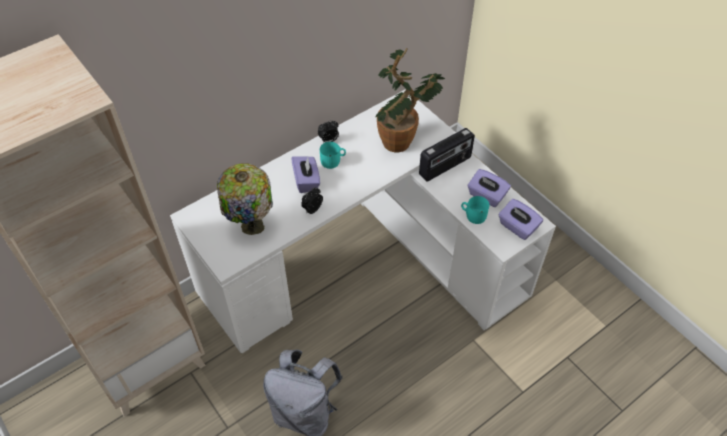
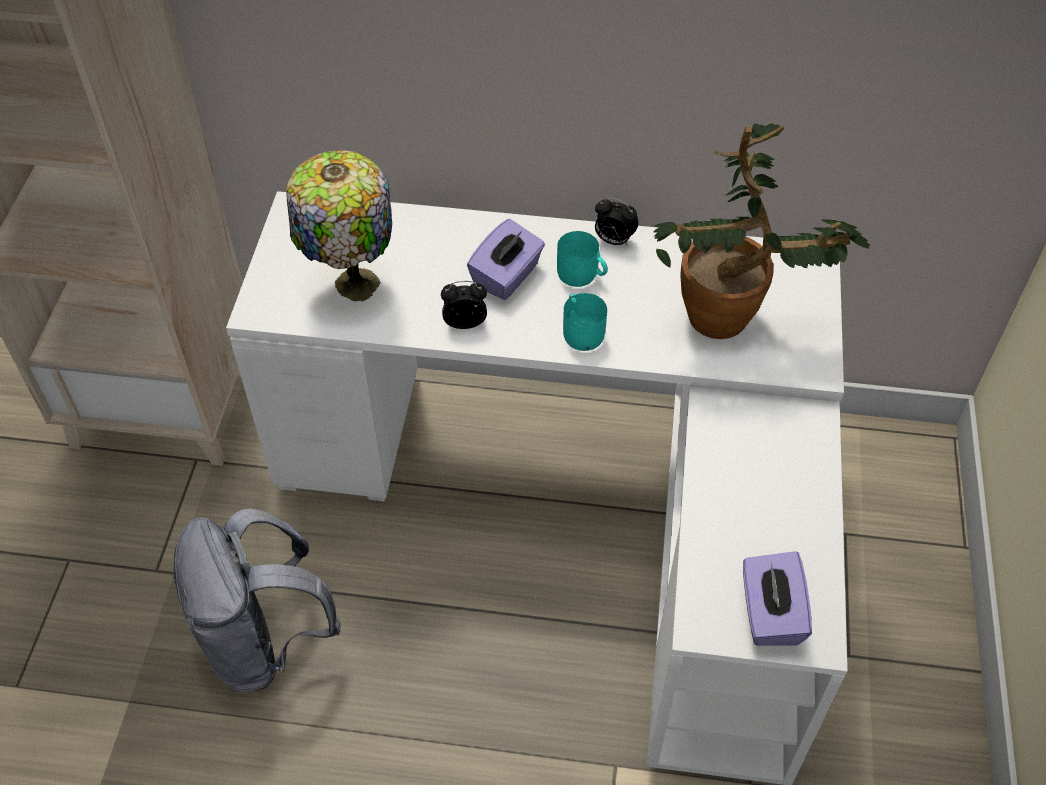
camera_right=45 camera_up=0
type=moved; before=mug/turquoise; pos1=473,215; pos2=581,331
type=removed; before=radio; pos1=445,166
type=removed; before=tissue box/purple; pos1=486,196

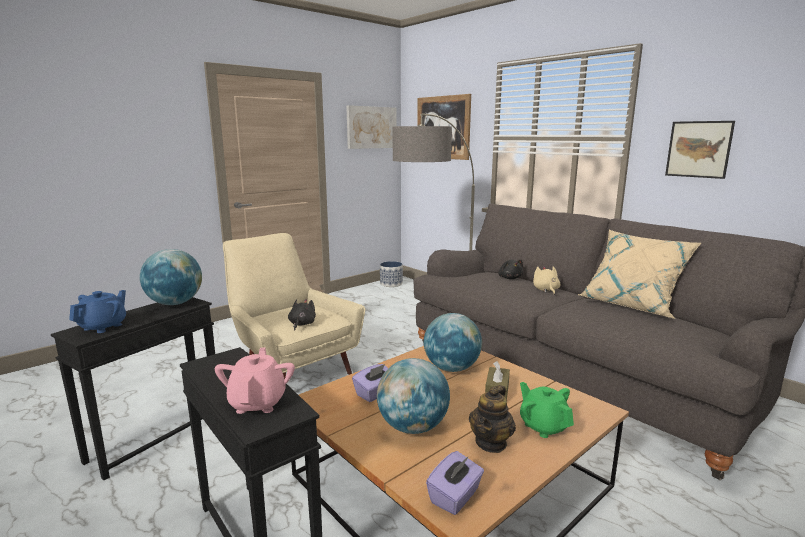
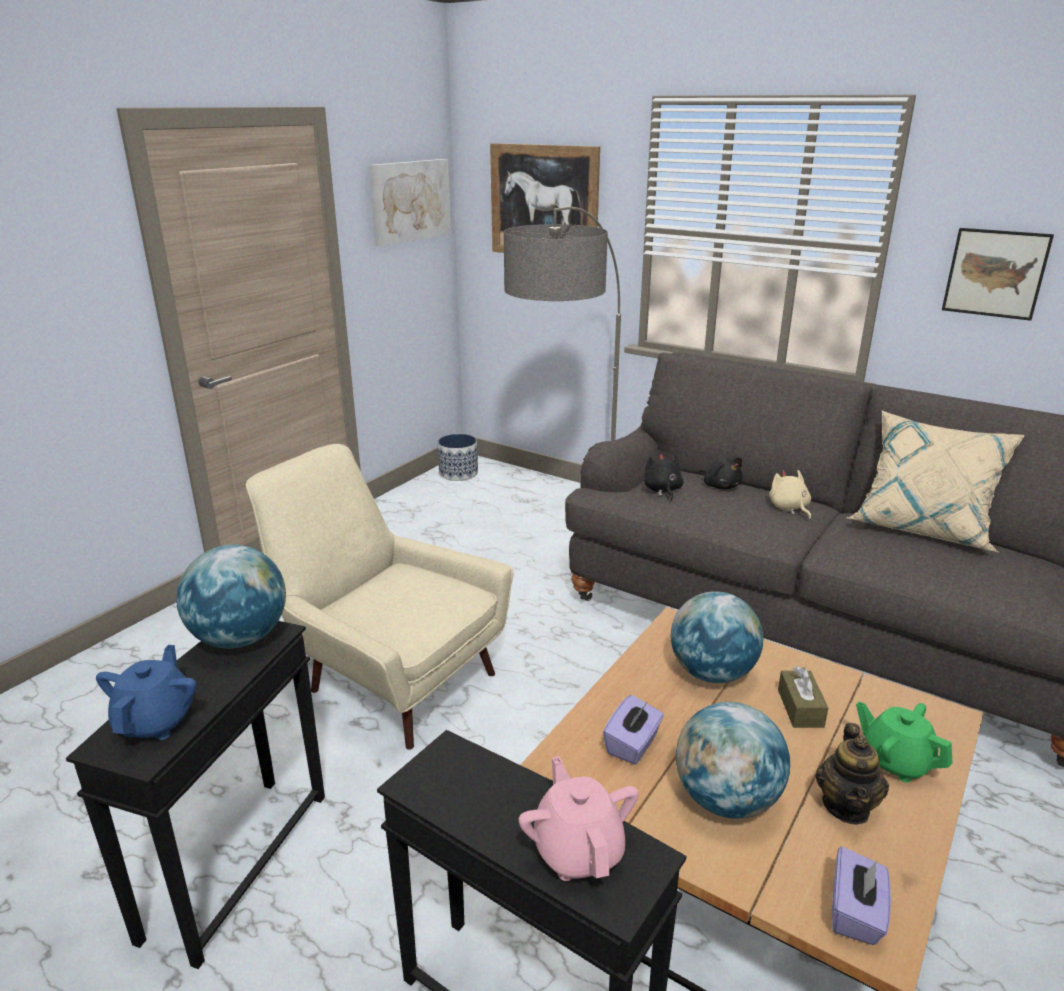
camera_right=-15 camera_up=10
type=moved; before=plush toy/black; pos1=301,324; pos2=662,490

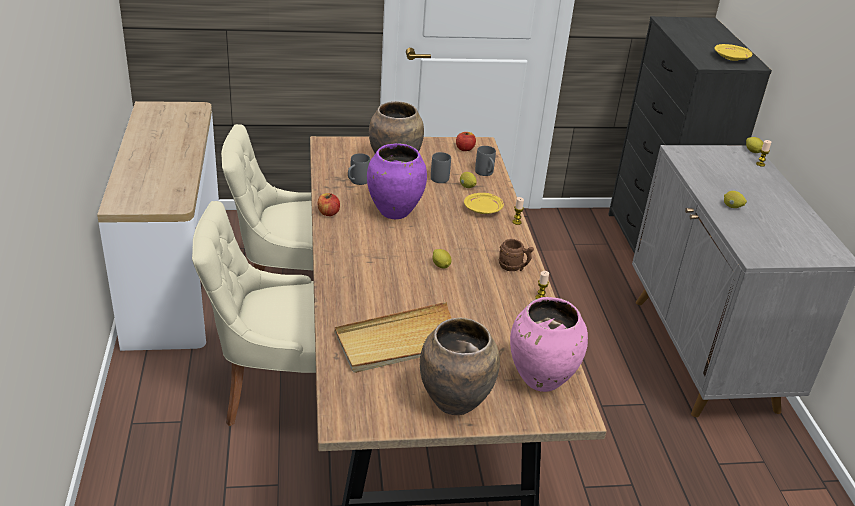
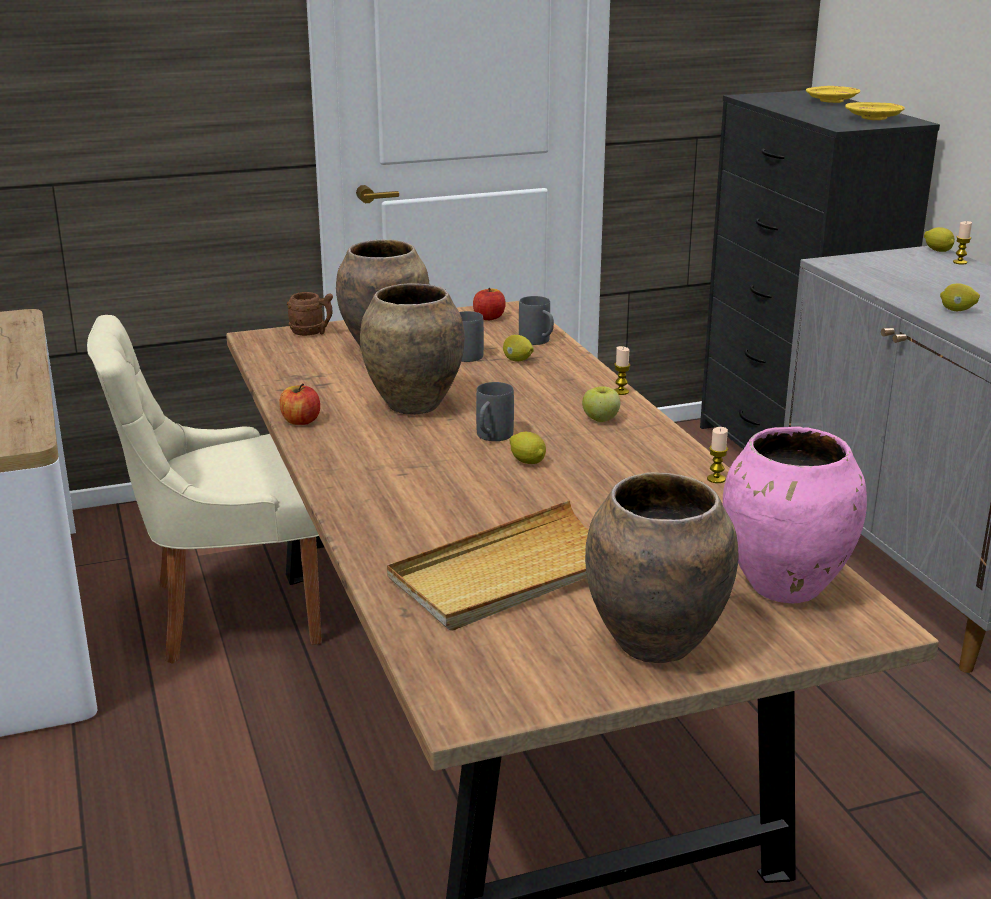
camera_right=-10 camera_up=-10
type=moved; before=mug/brown; pos1=514,268; pos2=312,333
type=recoloured; before=vase/purple; after=vase/brown; pos1=394,212; pos2=412,405
type=moved; before=mug/grey; pos1=356,182; pos2=491,437
type=added; after=apple; pos2=600,419
type=moved; before=plate/yellow; pos1=483,209; pos2=832,101
type=removed; before=chair/beige; pos1=275,390

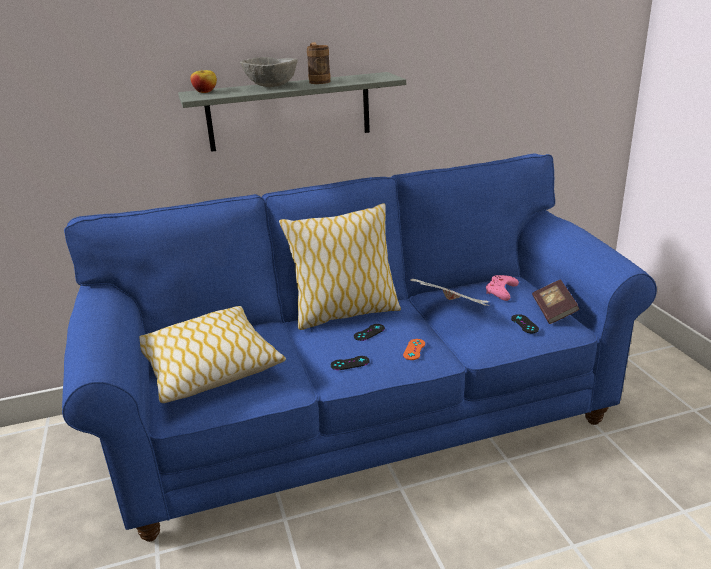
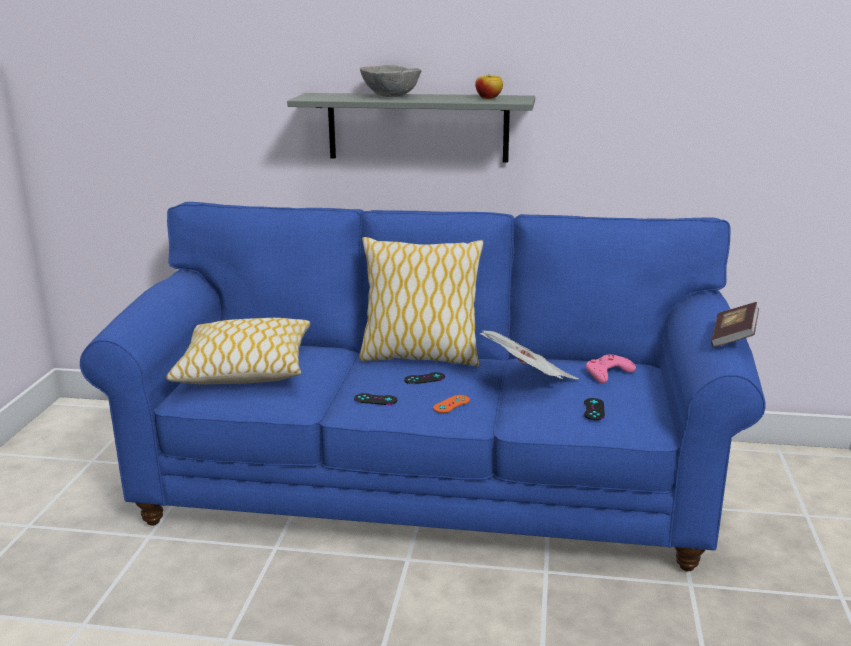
camera_right=25 camera_up=-5
type=moved; before=apple; pos1=205,91; pos2=488,98
type=moved; before=book; pos1=553,311; pos2=733,338
type=removed; before=mug/brown; pos1=318,81

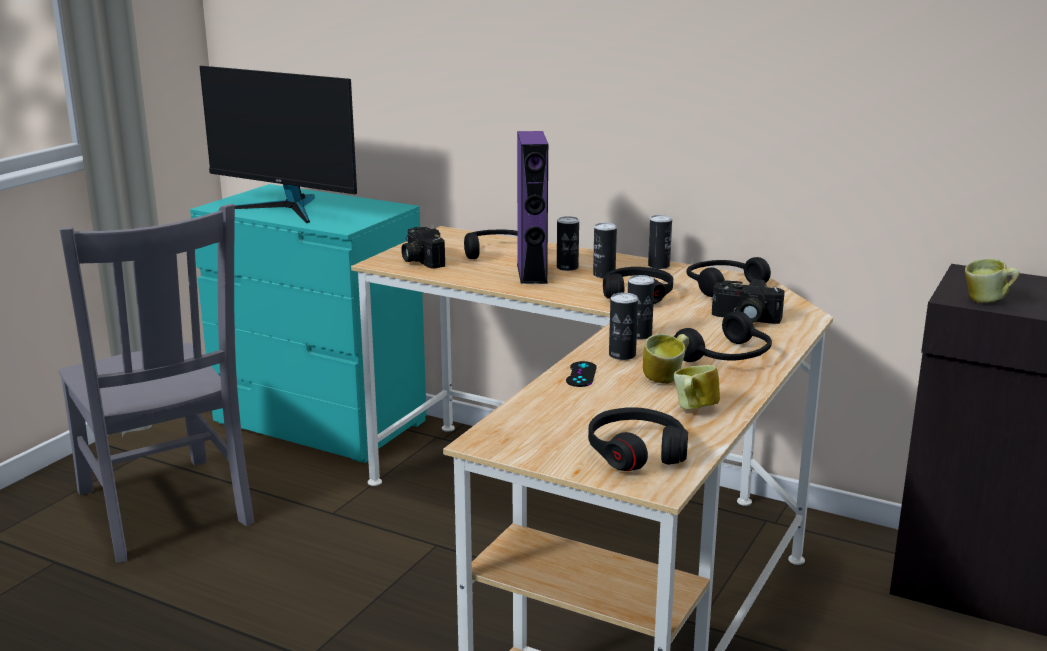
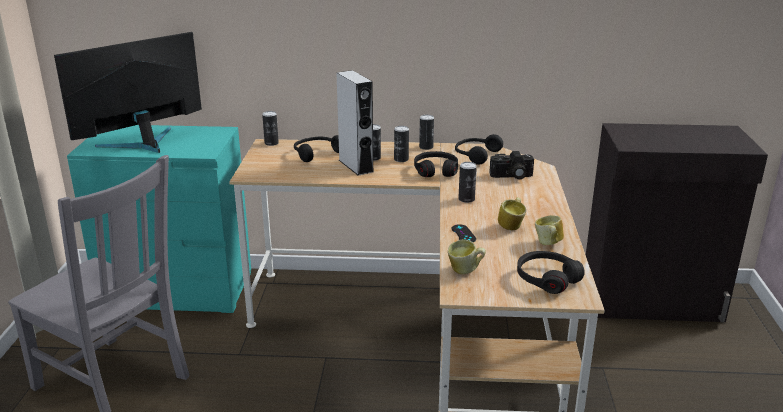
camera_right=-25 camera_up=5
type=turned; before=monitor; pos1=286,208; pos2=143,143; turn=135
type=moved; before=can; pos1=622,355; pos2=271,143
type=recoloured; before=speaker/purple; after=speaker/grey; pos1=532,273; pos2=356,166
type=moved; before=mug; pos1=987,301; pos2=465,271
type=removed; before=photo camera; pos1=420,260
type=removed; before=headphones/black; pos1=728,357

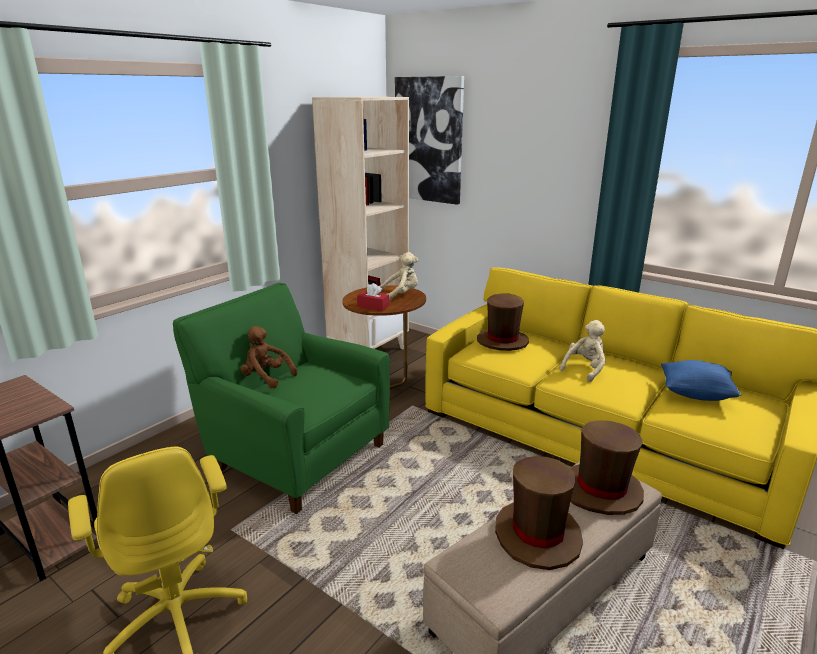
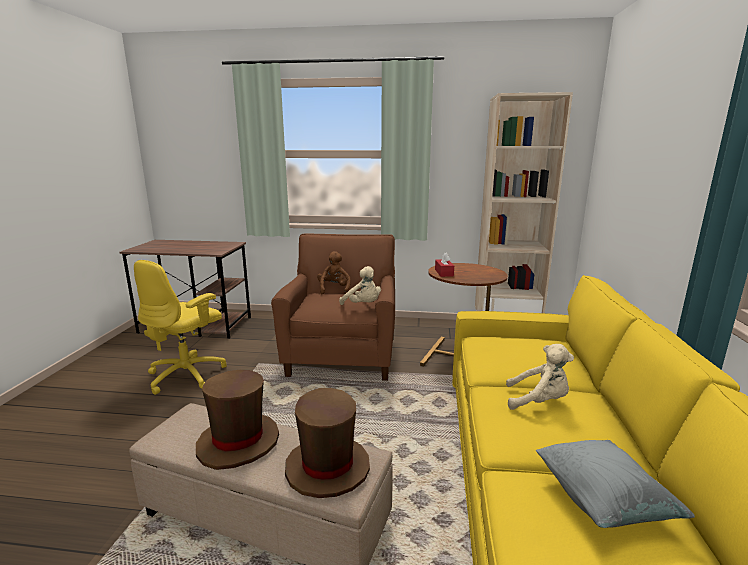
camera_right=60 camera_up=-5
type=recoloured; before=armchair/green; after=armchair/brown; pos1=294,454; pos2=342,355
type=moved; before=plush toy/beige; pos1=401,295; pos2=363,305
type=recoloured; before=pillow/blue; after=pillow/grey; pos1=696,394; pos2=602,502
type=removed; before=picture; pos1=429,140
type=removed; before=hat/brown; pos1=502,341

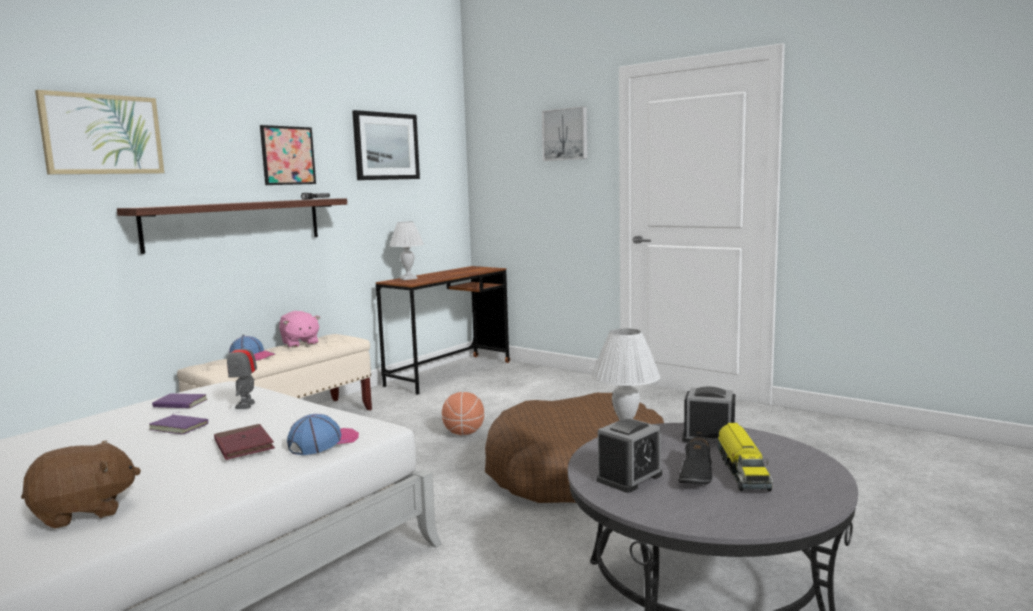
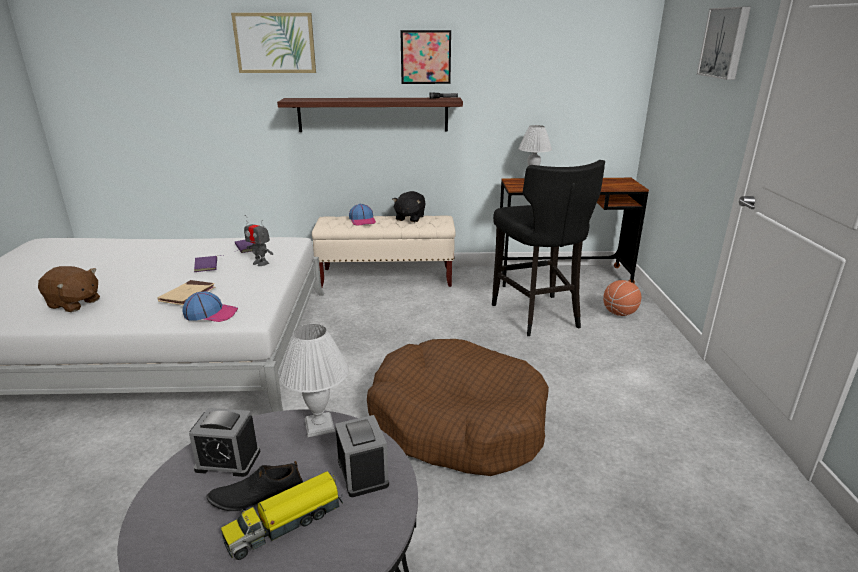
camera_right=50 camera_up=15
type=recoloured; before=book/red; after=book/beige; pos1=244,445; pos2=187,295
type=turned; before=toy robot; pos1=246,405; pos2=260,263; turn=-105
type=recoloured; before=plush toy/pink; after=plush toy/black; pos1=299,343; pos2=409,218
type=added; after=stool/black; pos2=537,315
type=moved; before=basketball; pos1=464,433; pos2=619,313
type=removed; before=picture; pos1=386,146

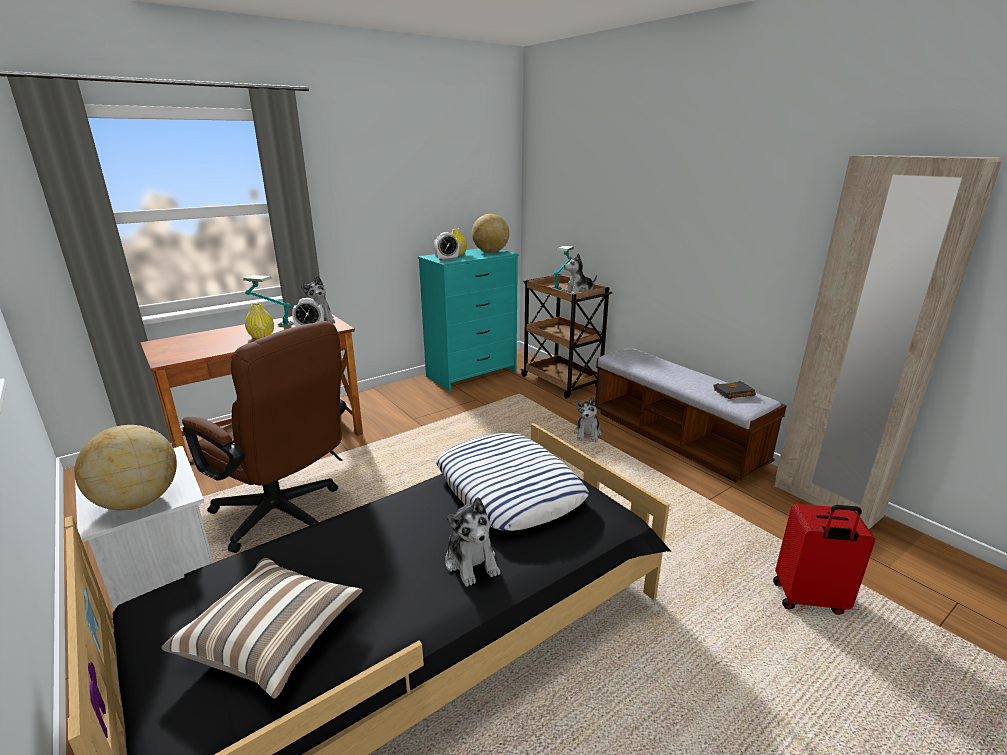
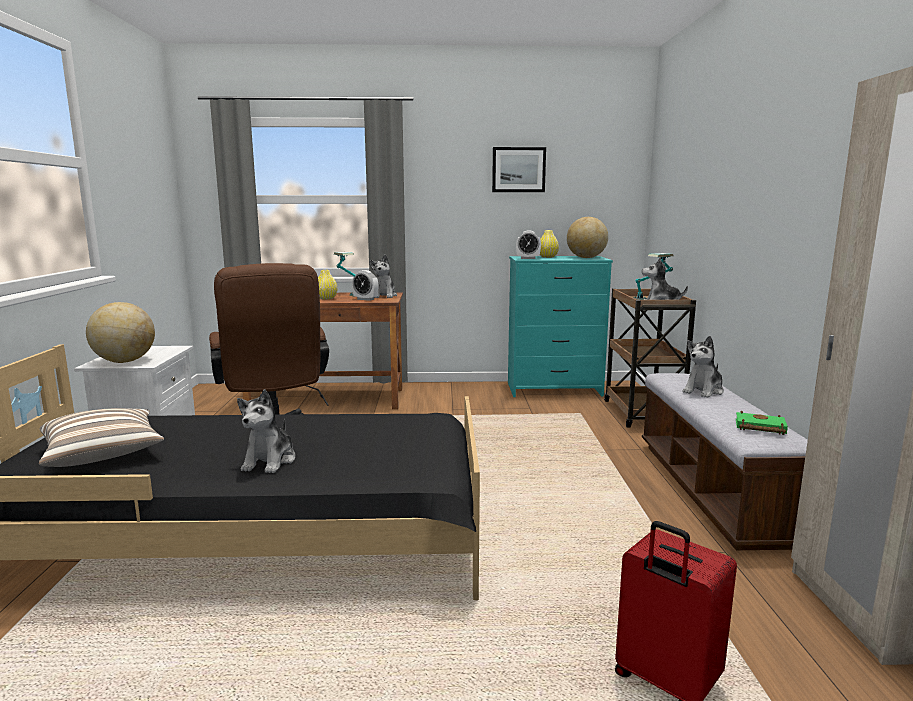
camera_right=35 camera_up=-10
type=added; after=picture; pos2=518,170
type=moved; before=plush toy; pos1=588,434; pos2=703,391
type=recoloured; before=book/black; after=book/green; pos1=733,393; pos2=758,428
type=removed; before=pillow; pos1=508,488

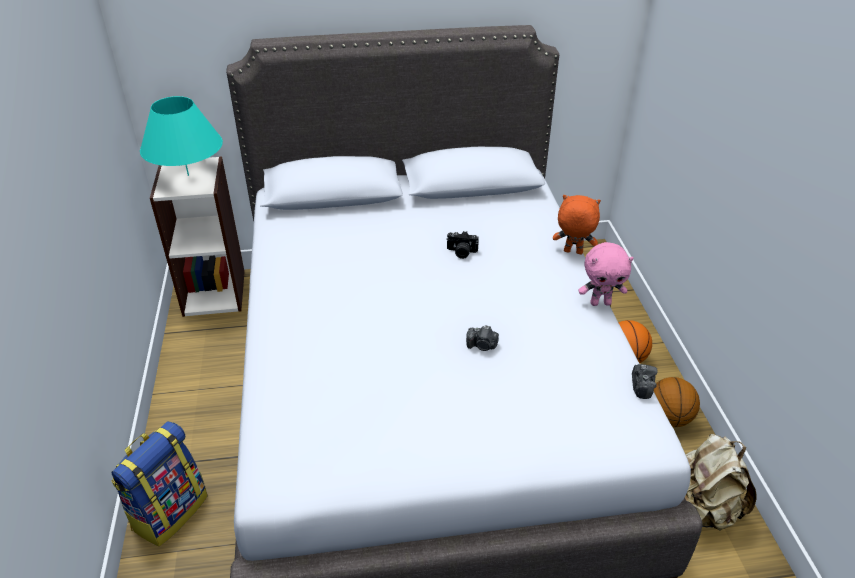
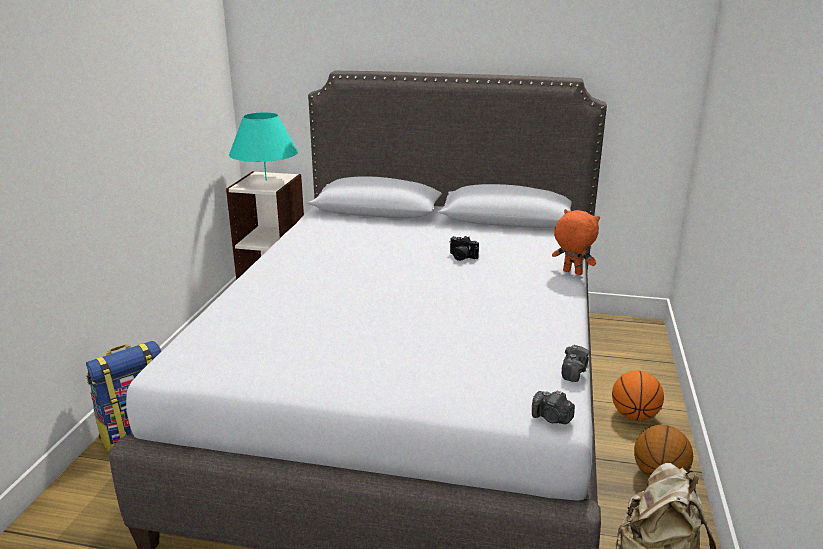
camera_right=20 camera_up=-15
type=moved; before=photo camera; pos1=482,346; pos2=552,418
type=removed; before=plush toy/pink; pos1=600,303

